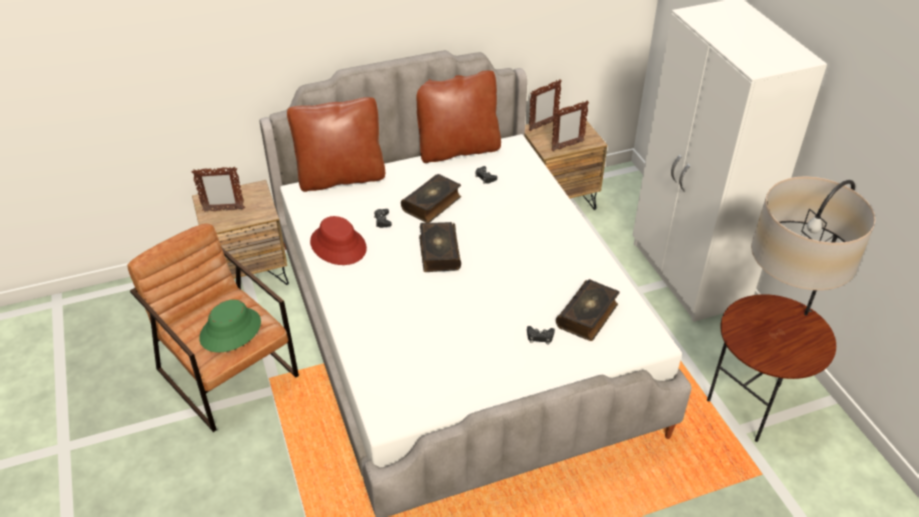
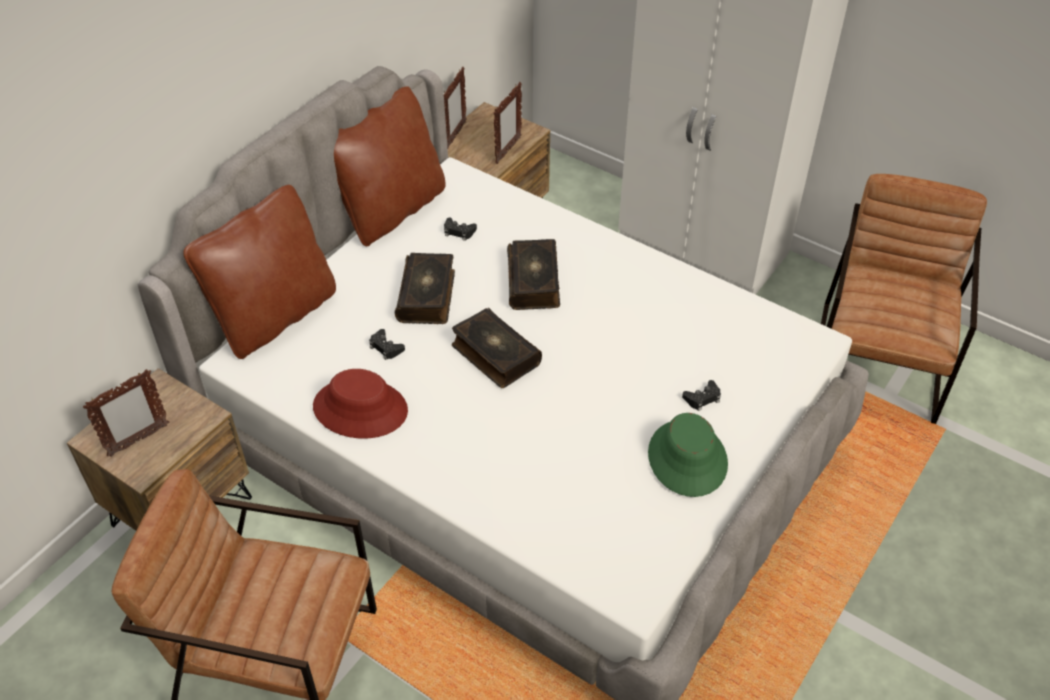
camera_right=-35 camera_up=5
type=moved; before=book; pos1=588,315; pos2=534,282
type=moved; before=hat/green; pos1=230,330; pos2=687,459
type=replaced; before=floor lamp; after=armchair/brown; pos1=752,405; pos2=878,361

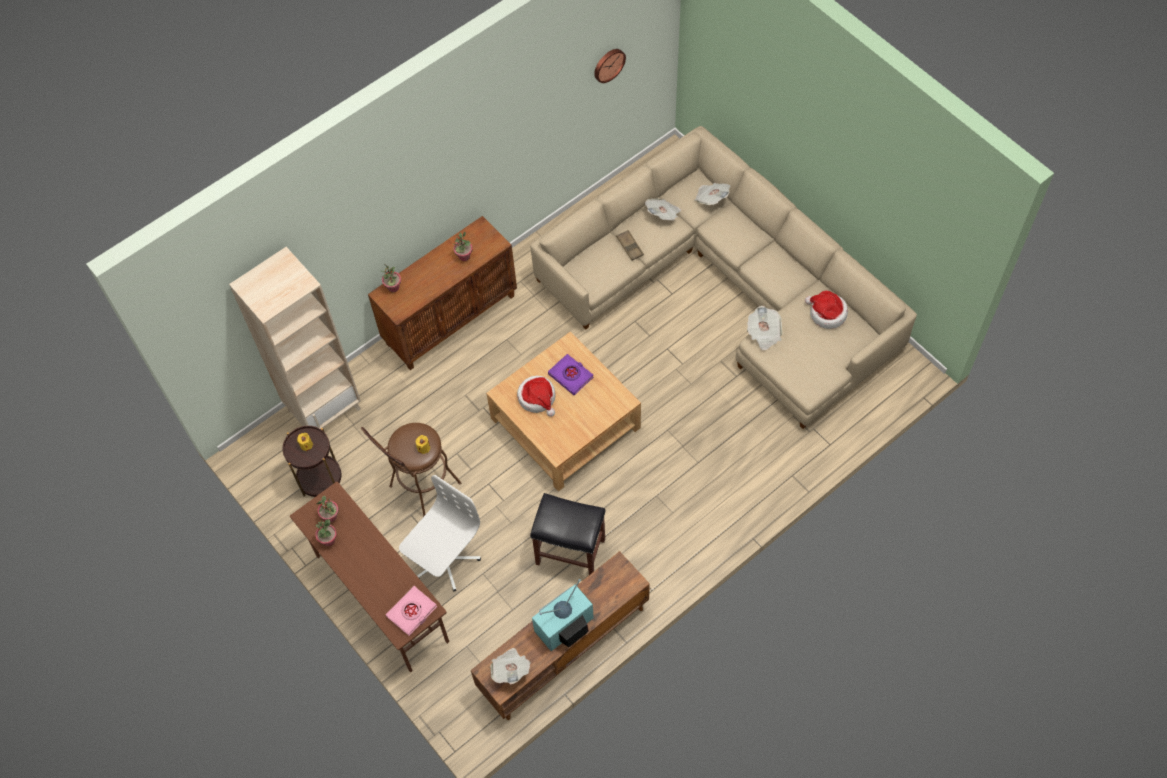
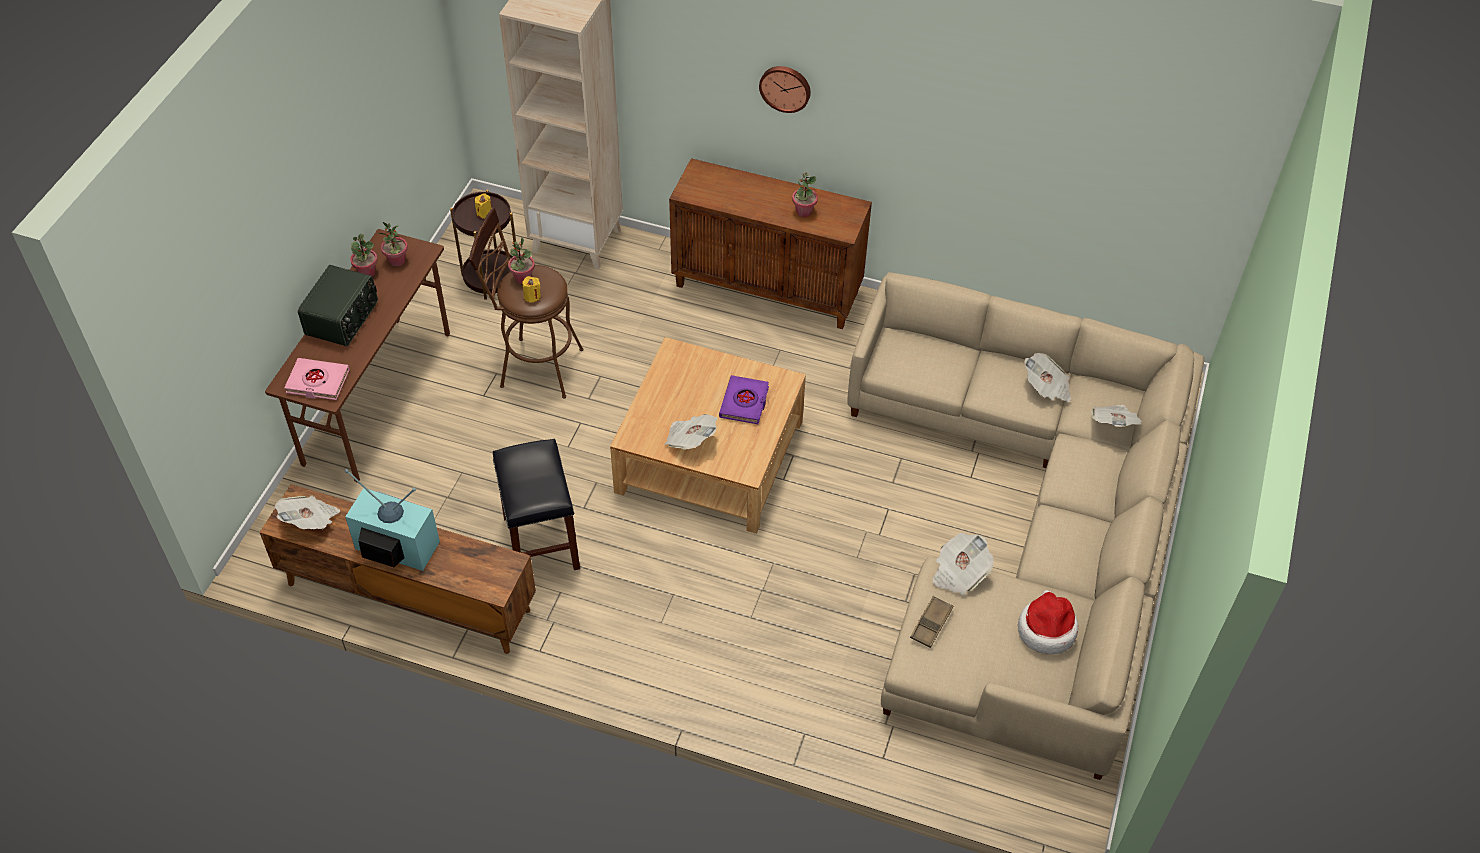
camera_right=55 camera_up=-10
type=added; after=radio; pos2=343,318
type=moved; before=potted plant; pos1=393,287; pos2=523,278
type=added; after=newspaper; pos2=690,440
type=moved; before=wall clock; pos1=608,64; pos2=785,87
type=moved; before=tray/brown; pos1=630,246; pos2=931,624
type=removed; before=office chair/white; pos1=445,560
type=removed; before=hat; pos1=537,398

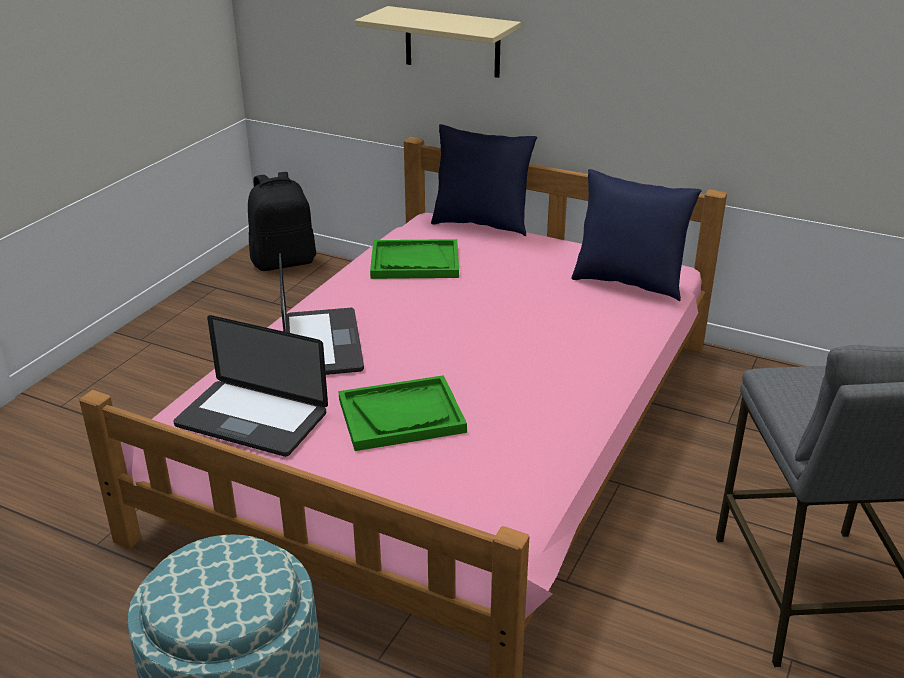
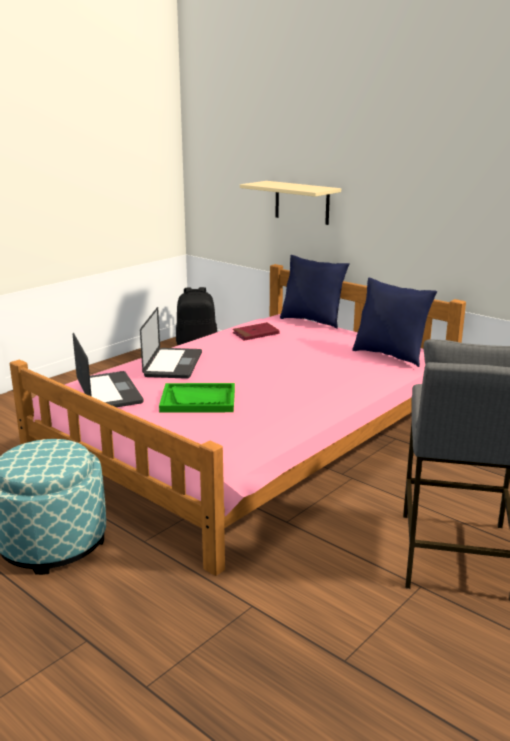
camera_right=15 camera_up=-10
type=turned; before=laptop; pos1=251,420; pos2=109,392; turn=-150
type=replaced; before=tray/green; after=book/red; pos1=414,262; pos2=256,334

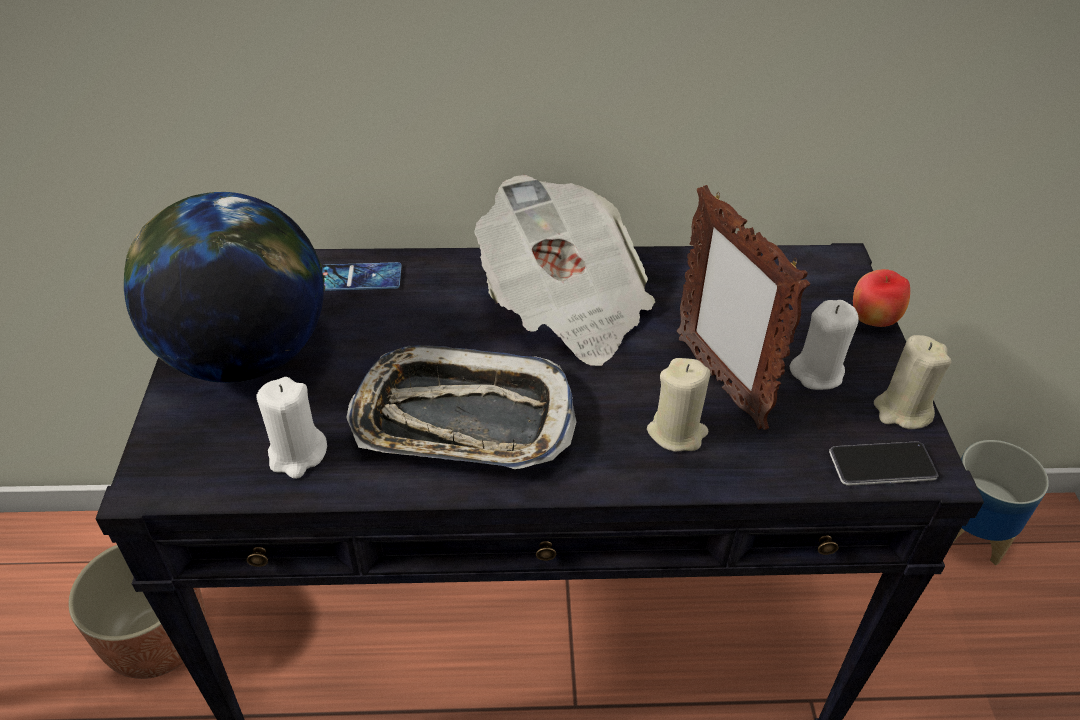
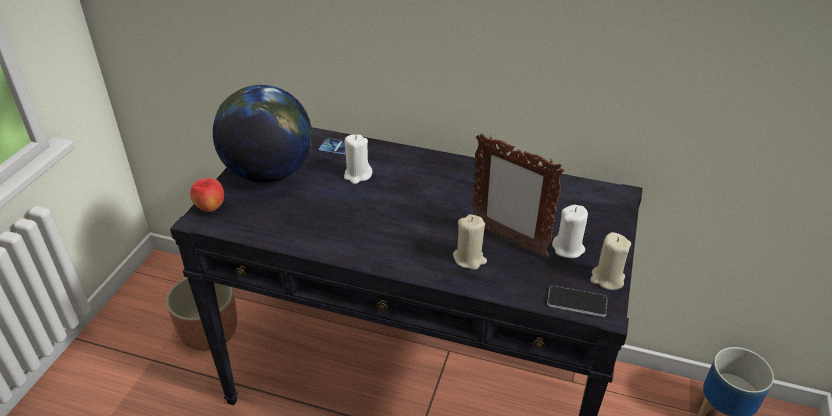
camera_right=20 camera_up=-5
type=moved; before=apple; pos1=872,320; pos2=210,208
type=moved; before=candle/white; pos1=297,454; pos2=357,175
type=turned; before=picture frame; pos1=719,381; pos2=508,240; turn=-45
type=removed; before=tray; pos1=462,419
type=removed; before=newspaper; pos1=565,306

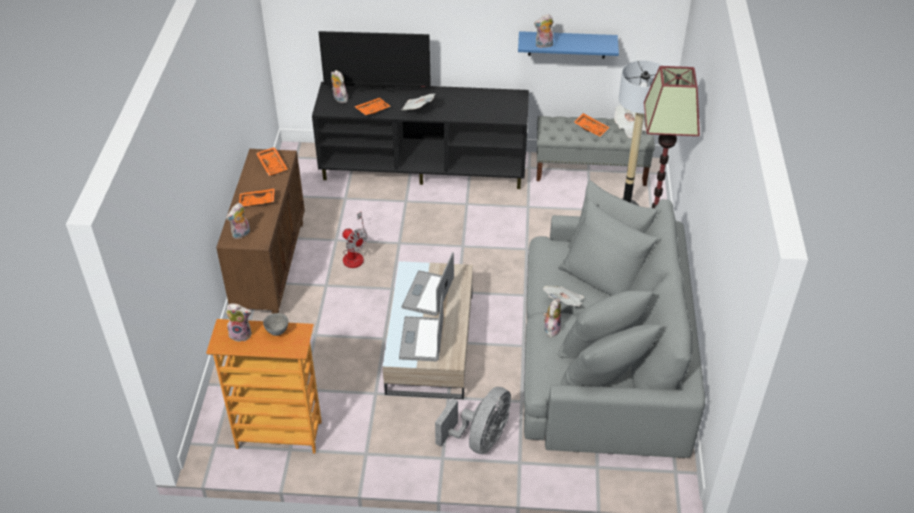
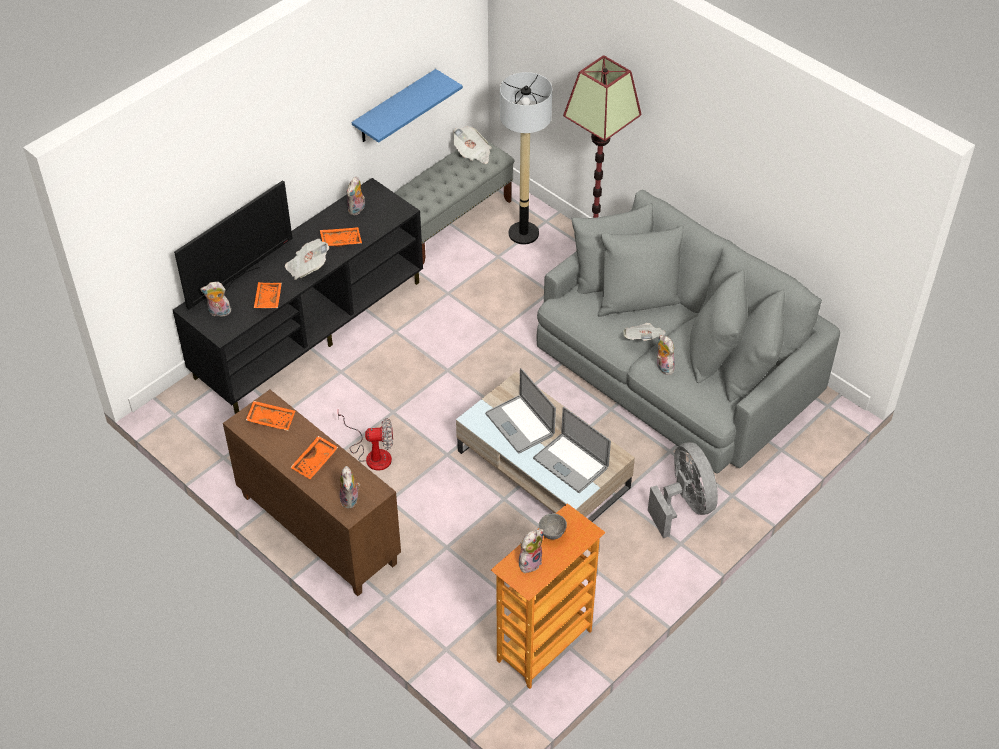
camera_right=-50 camera_up=5
type=moved; before=tray/orange; pos1=591,128; pos2=341,240
type=moved; before=plush toy; pos1=544,45; pos2=357,210

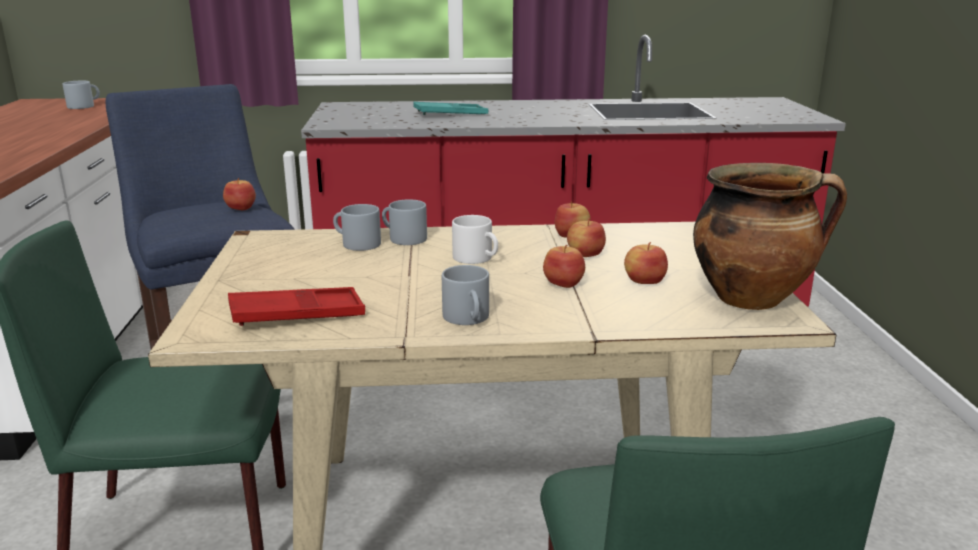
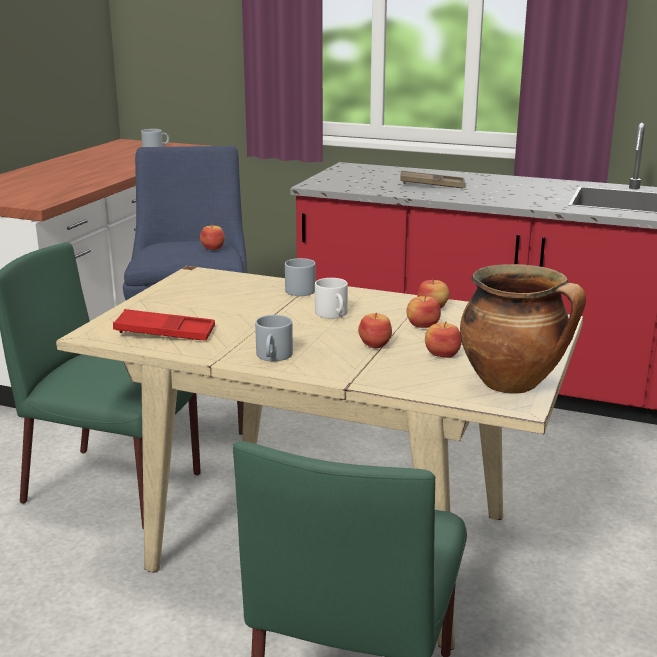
camera_right=25 camera_up=0
type=recoloured; before=tray/turquoise; after=tray/brown; pos1=450,114; pos2=432,185
type=removed; before=mug/grey; pos1=356,243

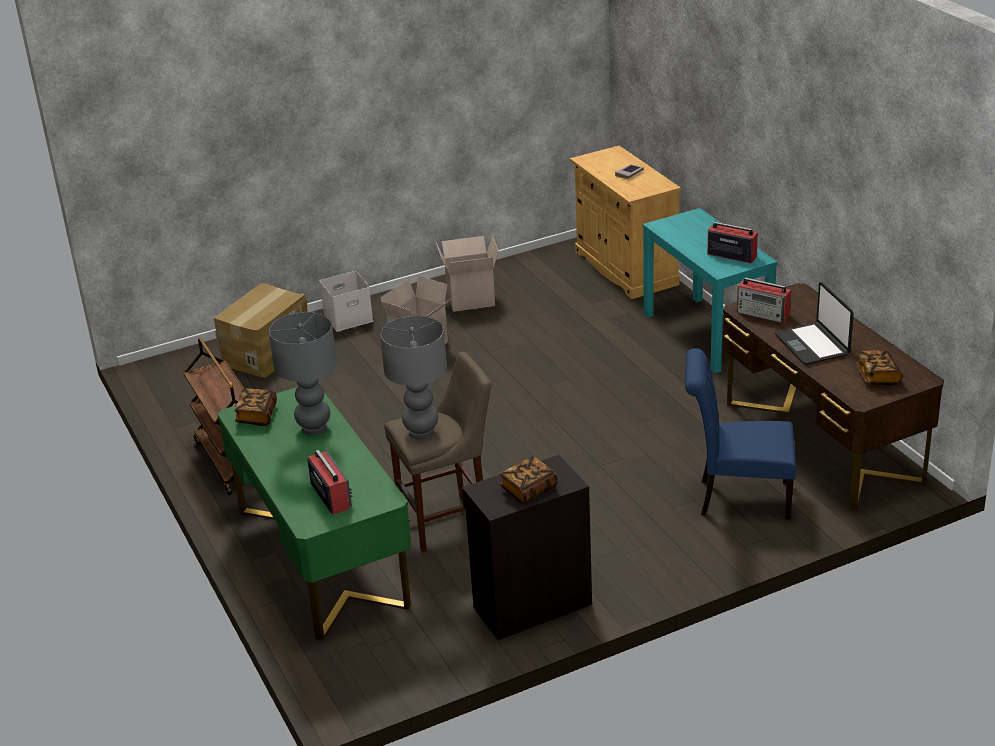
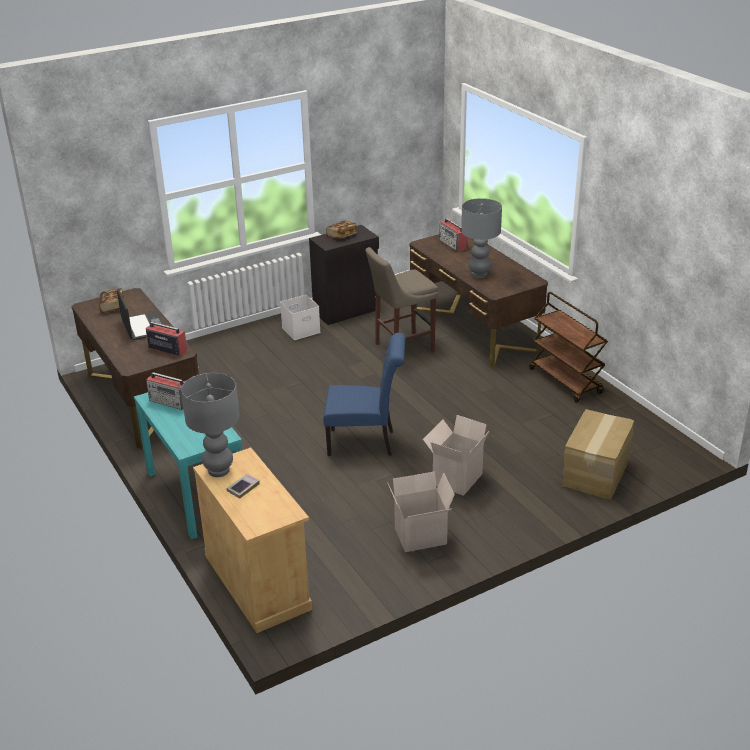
camera_right=175 camera_up=0
type=moved; before=table lamp/grey; pos1=422,432; pos2=218,470
type=moved; before=storage box/white; pos1=347,318; pos2=301,329
type=moved; before=chair/blue; pos1=737,498; pos2=366,442
type=recoloured; before=desk/green; after=desk/brown; pos1=322,557; pos2=474,329
type=removed; before=book; pos1=257,416

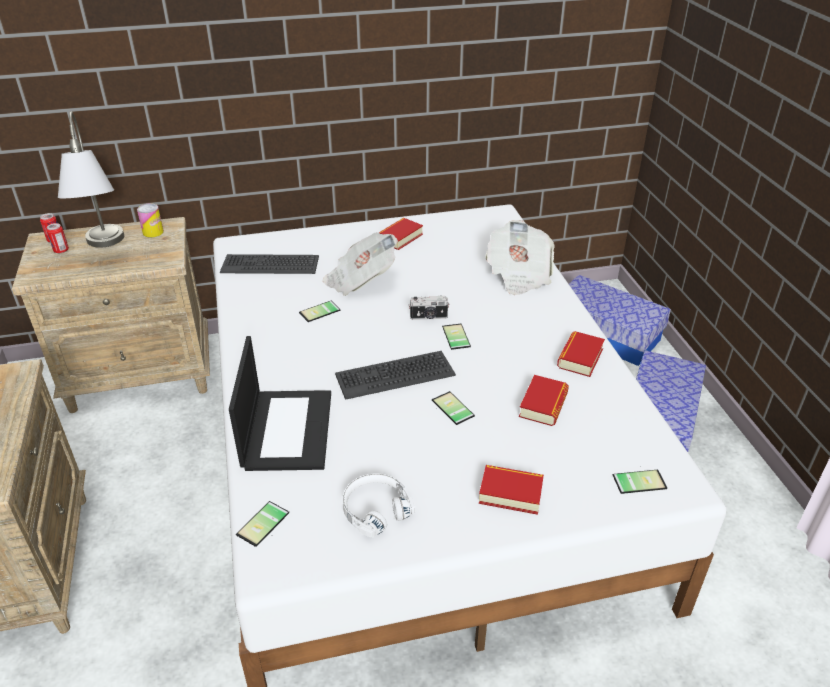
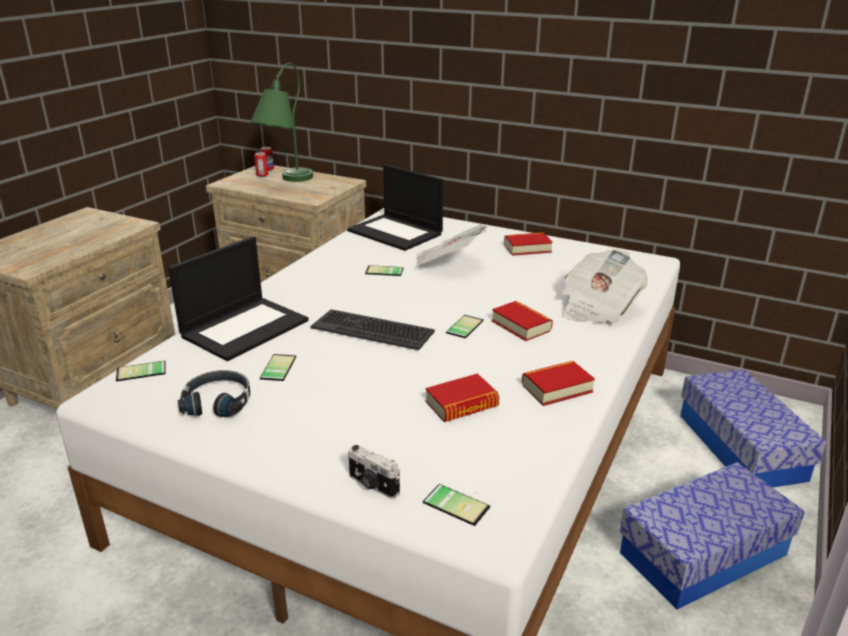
camera_right=40 camera_up=-10
type=recoloured; before=headphones/white; after=headphones/black; pos1=375,509; pos2=218,402
type=recoloured; before=table lamp/grey; after=table lamp/green; pos1=104,250; pos2=285,183
type=moved; before=phone; pos1=451,409; pos2=275,367
type=replaced; before=keyboard; after=laptop; pos1=270,264; pos2=396,232
type=moved; before=photo camera; pos1=429,317; pos2=373,485
type=moved; before=book; pos1=510,493; pos2=521,326
type=removed; before=can; pos1=153,232

